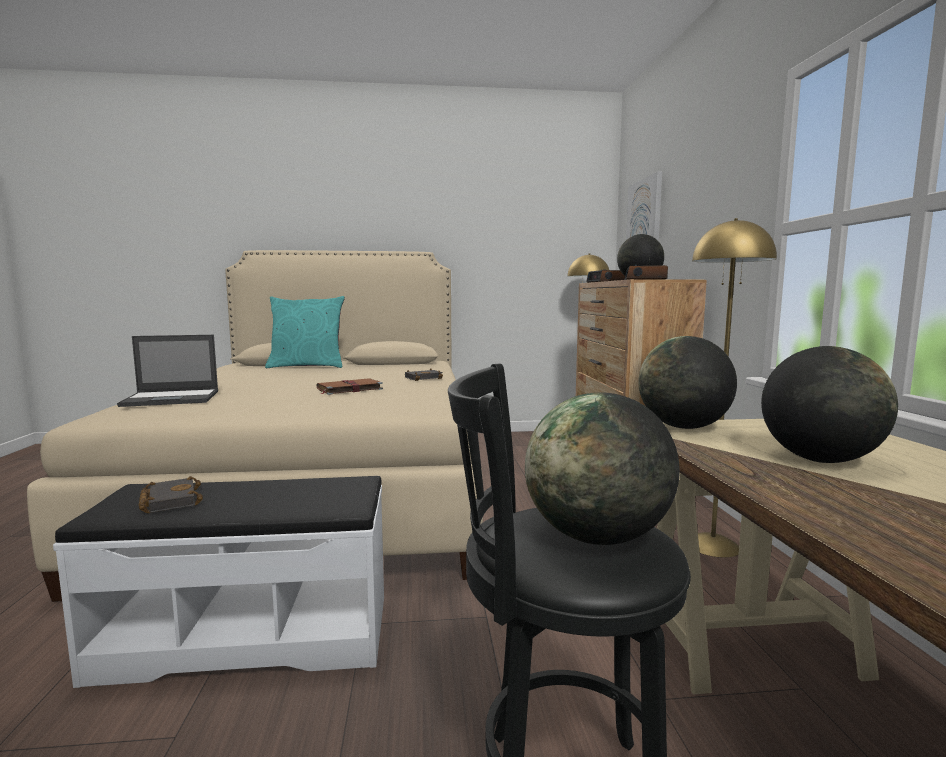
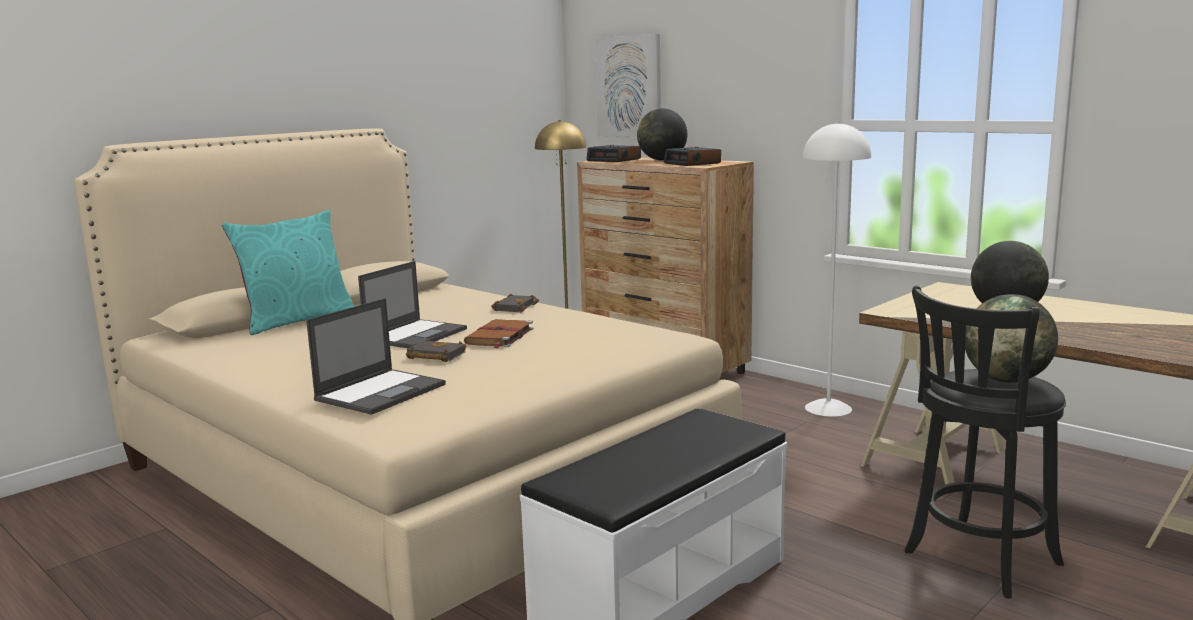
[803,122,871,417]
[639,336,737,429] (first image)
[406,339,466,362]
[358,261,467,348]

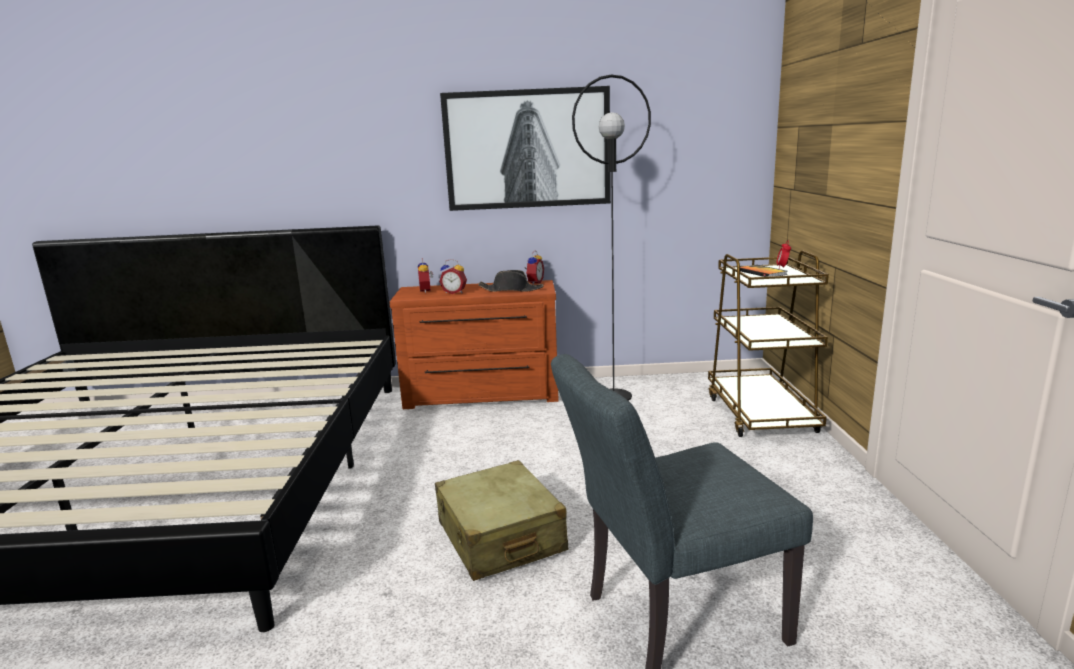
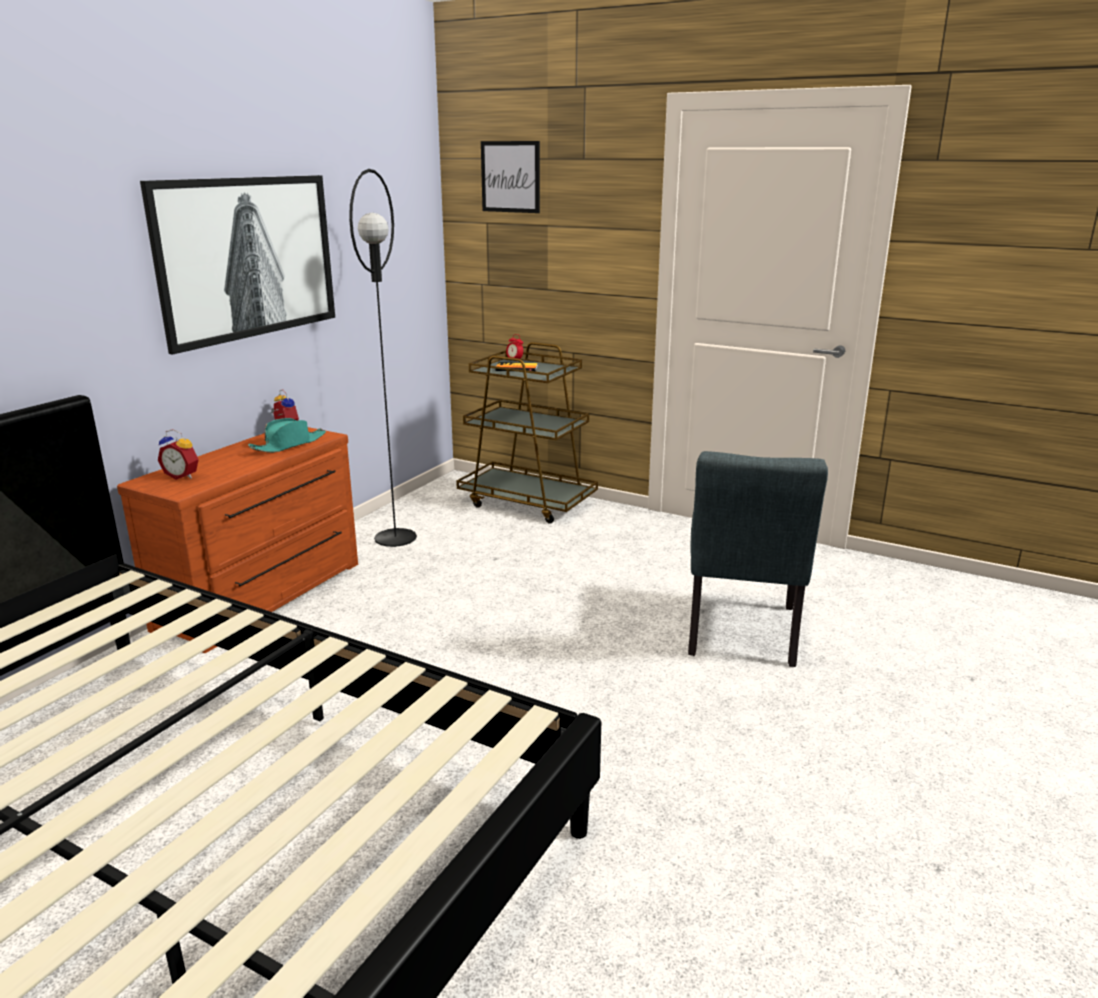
[439,259,467,294] (first image)
[248,418,326,453]
[435,460,568,581] (first image)
[481,141,540,213]

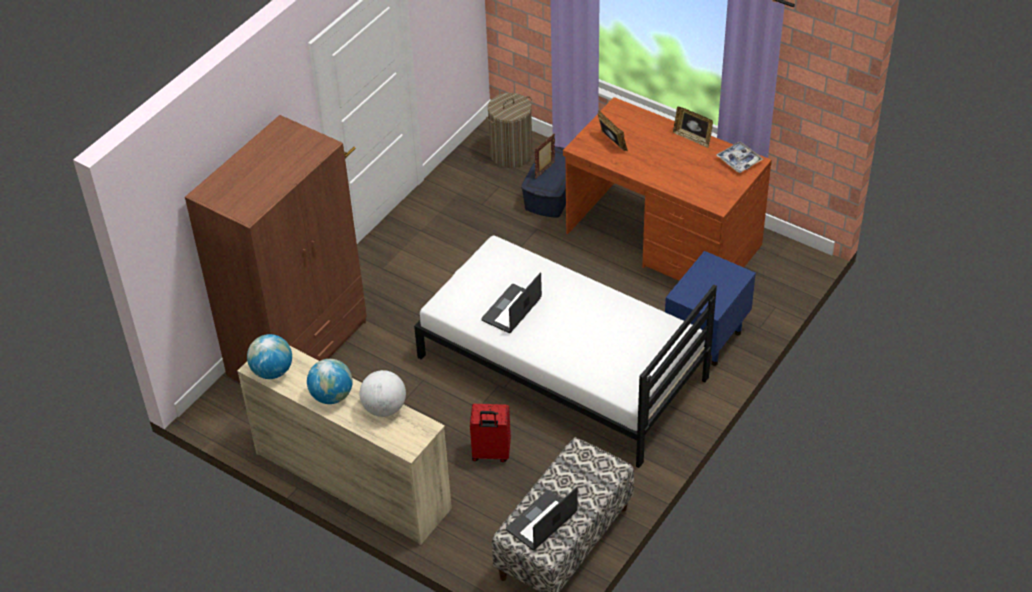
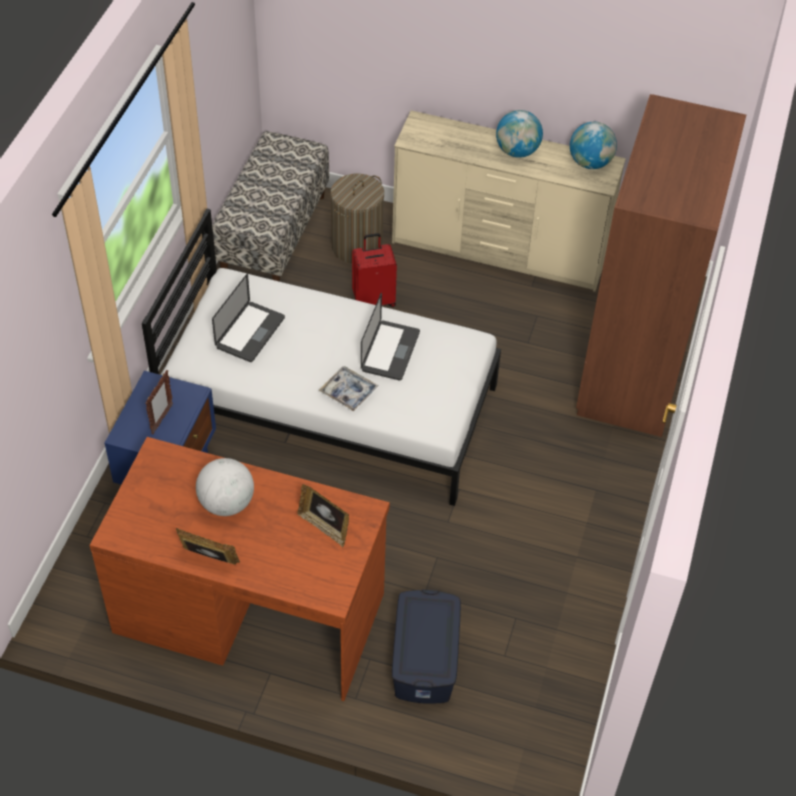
[331,174,384,264]
[145,370,173,434]
[319,366,378,412]
[196,458,254,516]
[212,274,285,362]

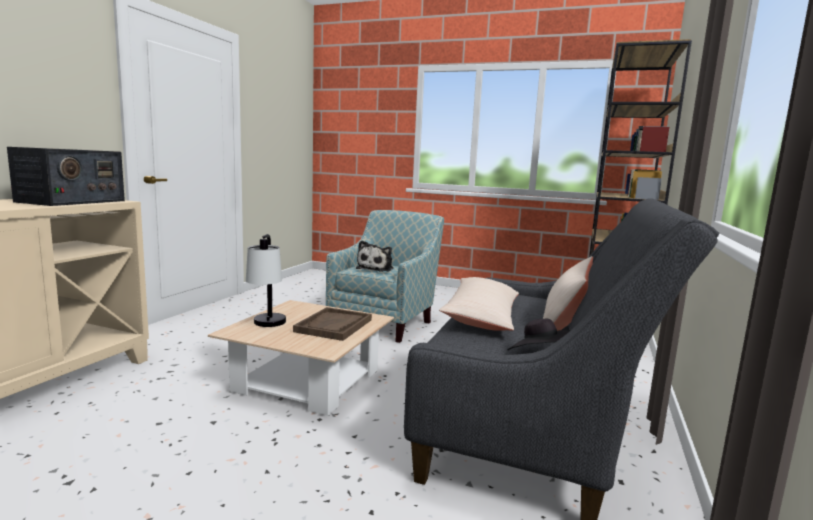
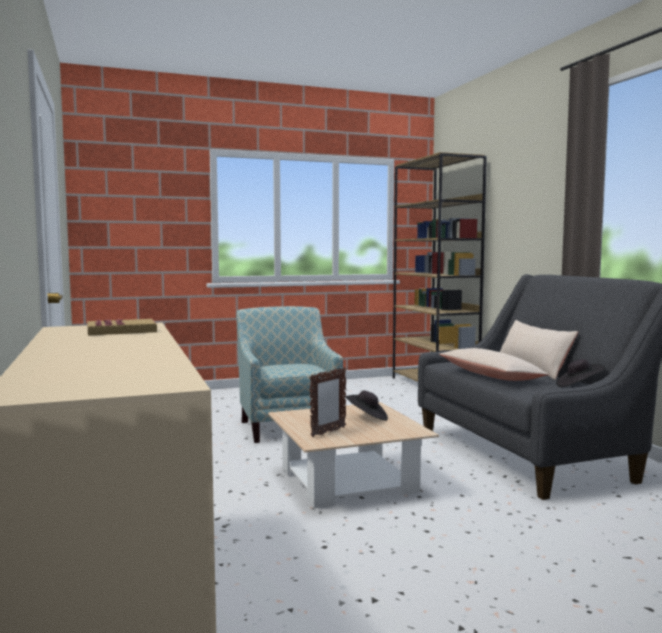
[87,319,157,336]
[309,367,346,437]
[356,241,394,272] (first image)
[345,390,388,421]

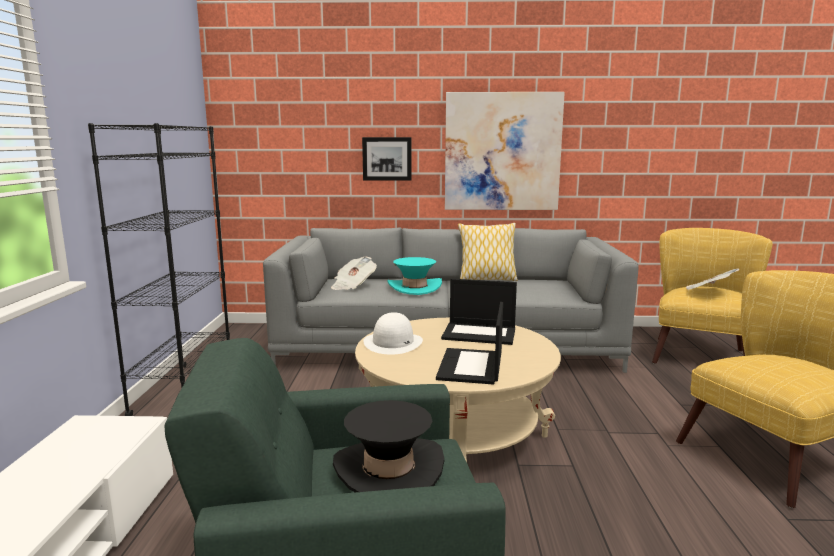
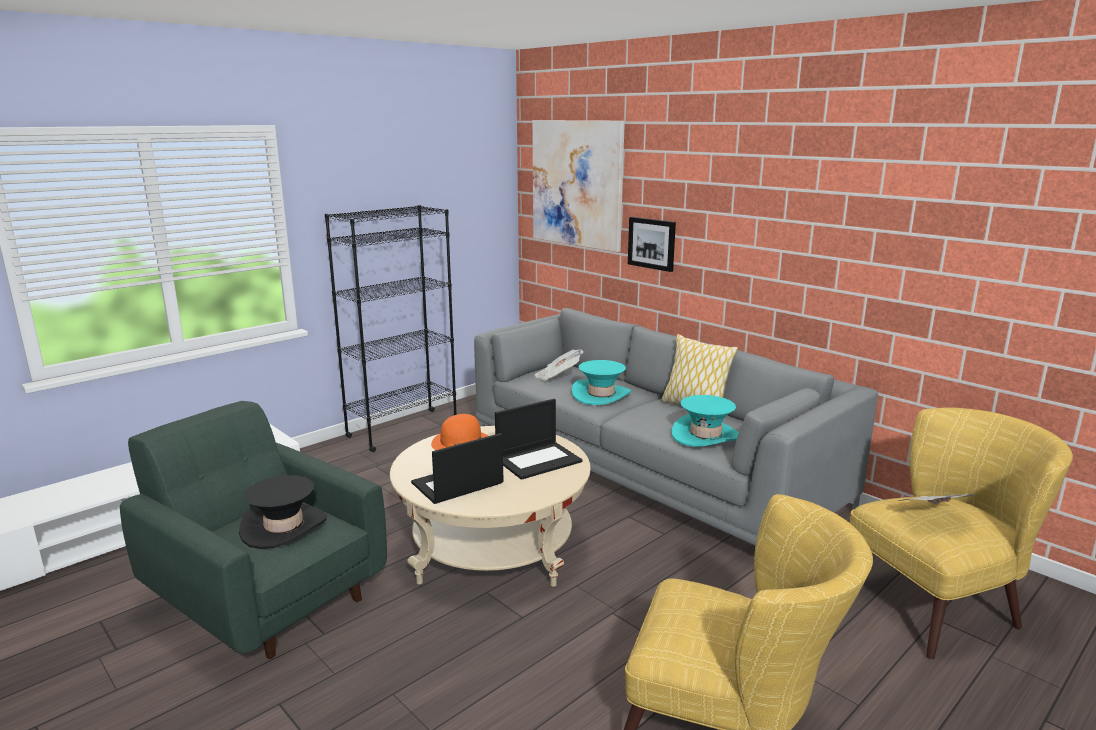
[533,120,625,252]
[495,399,583,480]
[431,414,488,450]
[671,395,739,447]

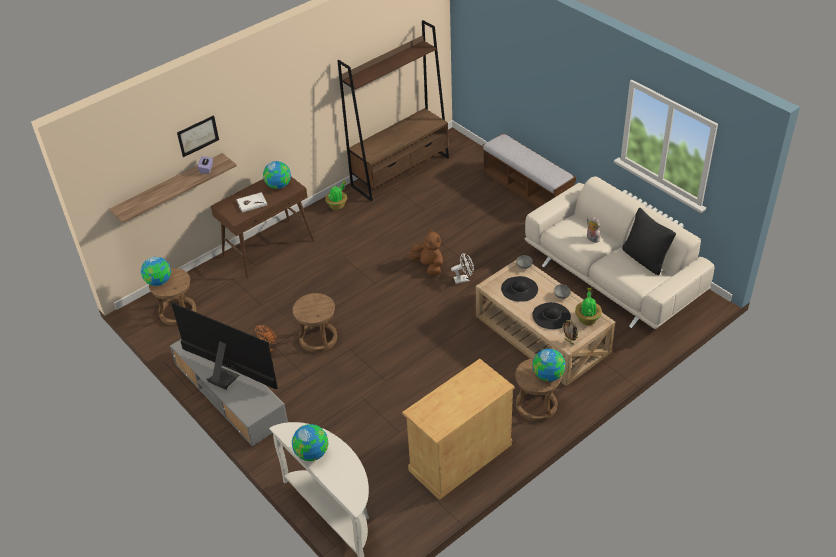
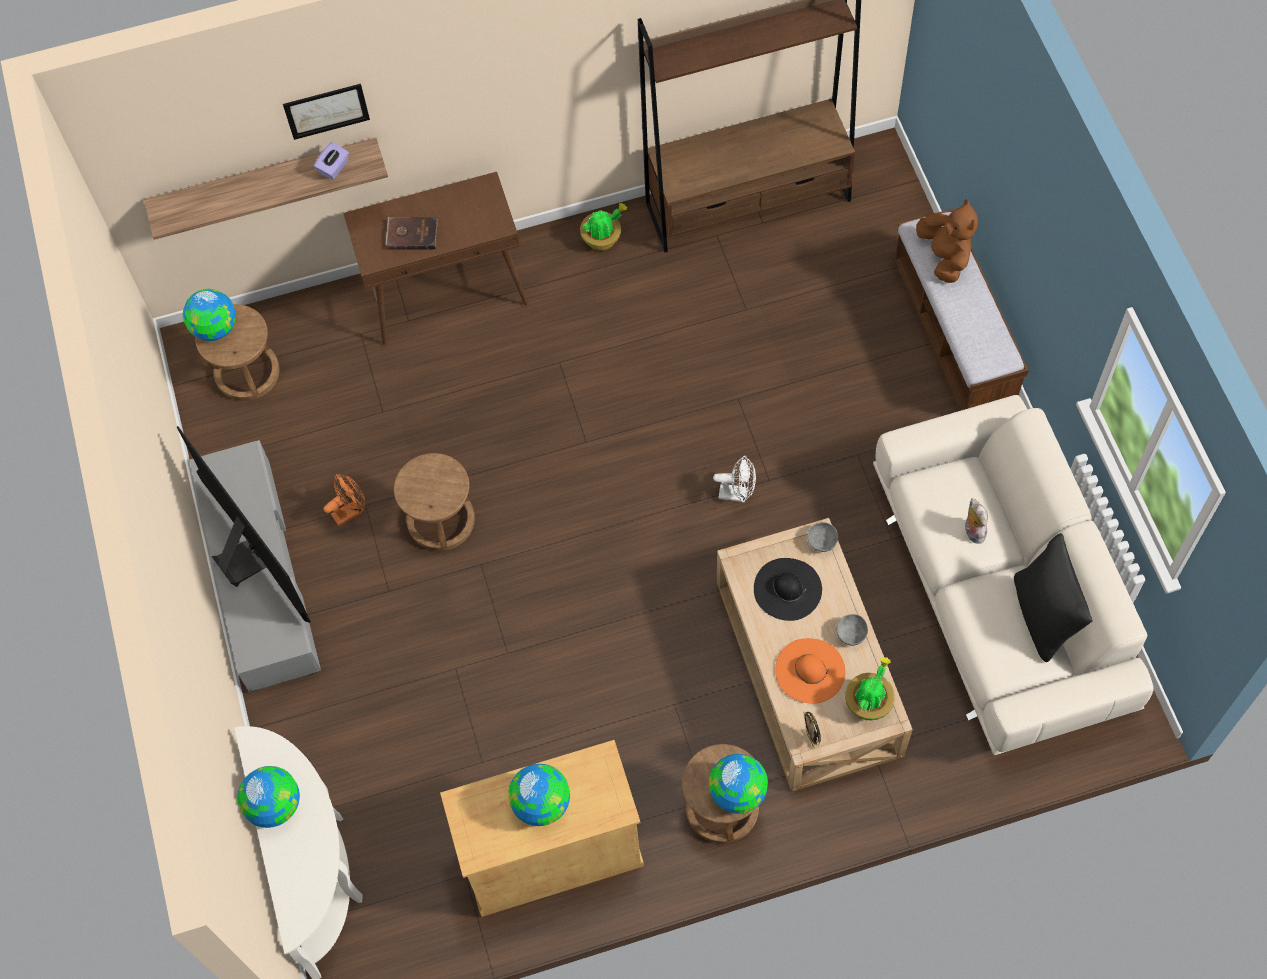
[508,764,570,826]
[386,217,438,250]
[916,199,978,283]
[775,638,845,704]

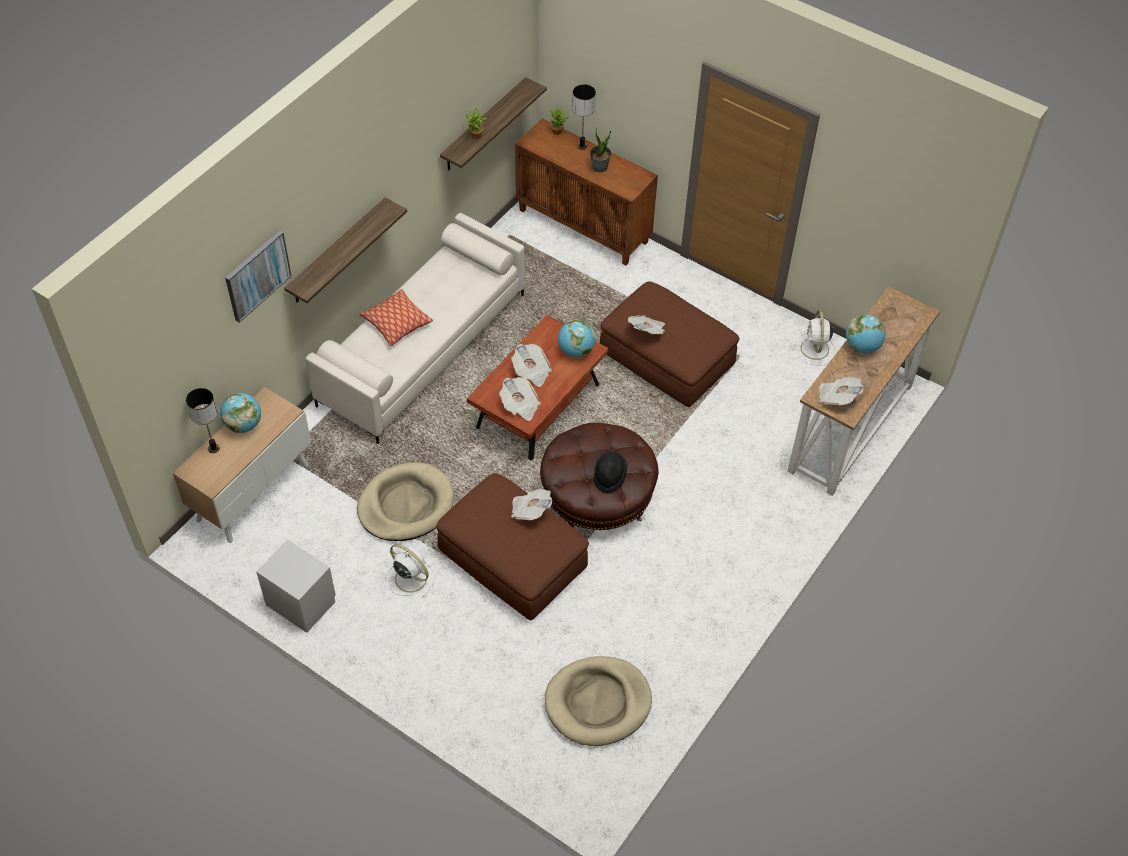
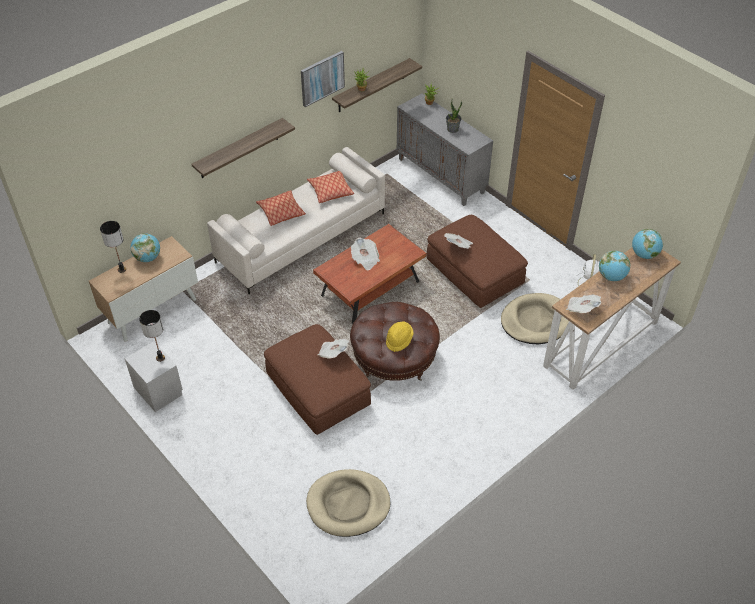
[139,310,165,362]
[397,94,493,206]
[301,51,345,107]
[632,229,663,259]
[499,377,541,421] (first image)
[386,322,414,352]
[501,293,569,344]
[386,544,435,598] (first image)
[307,171,354,203]

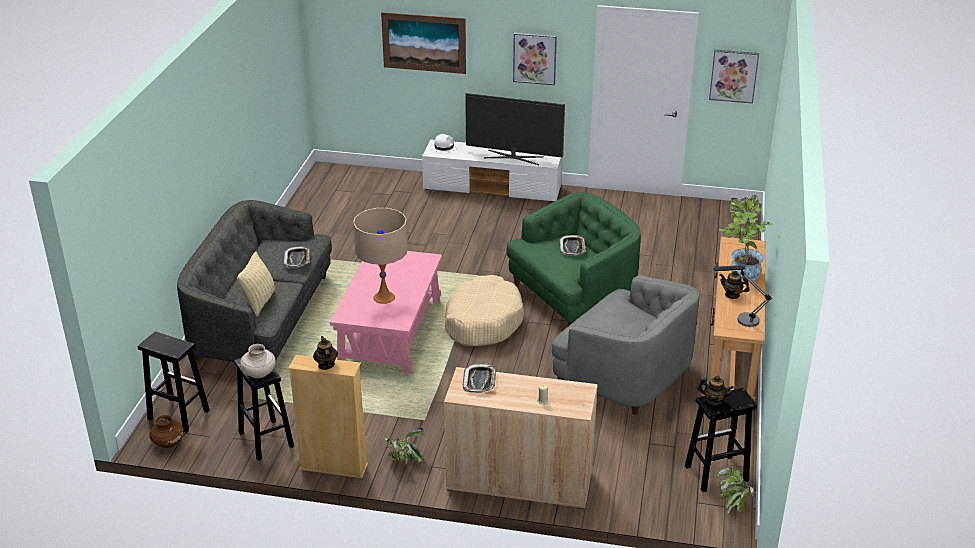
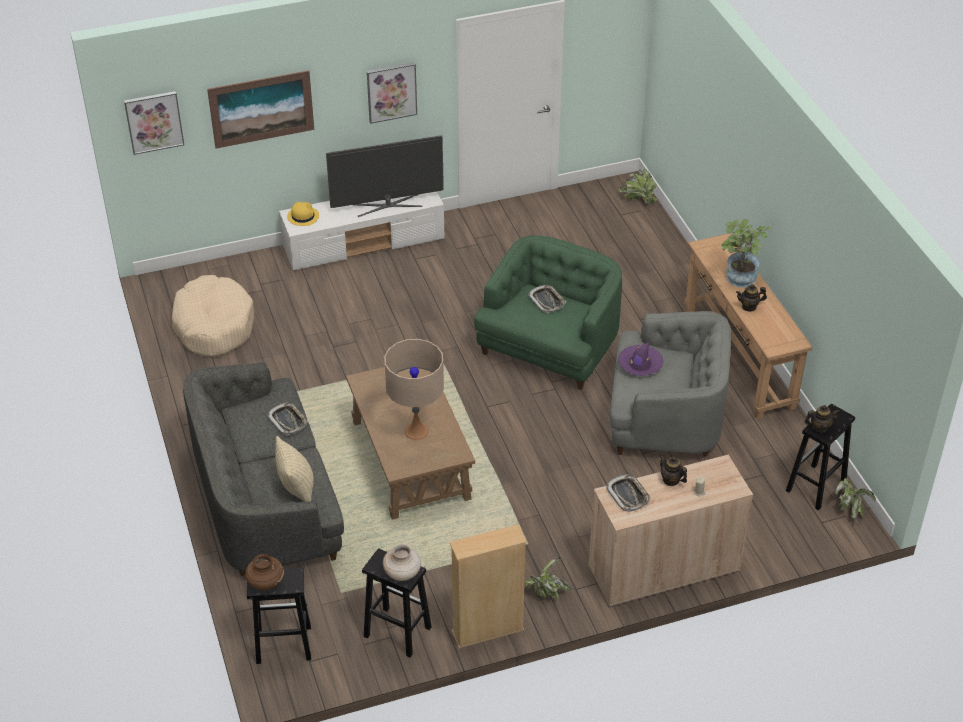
[124,91,184,155]
[287,202,319,226]
[346,367,475,520]
[713,265,772,327] (first image)
[172,275,254,357]
[659,455,687,486]
[245,554,284,590]
[618,342,663,376]

